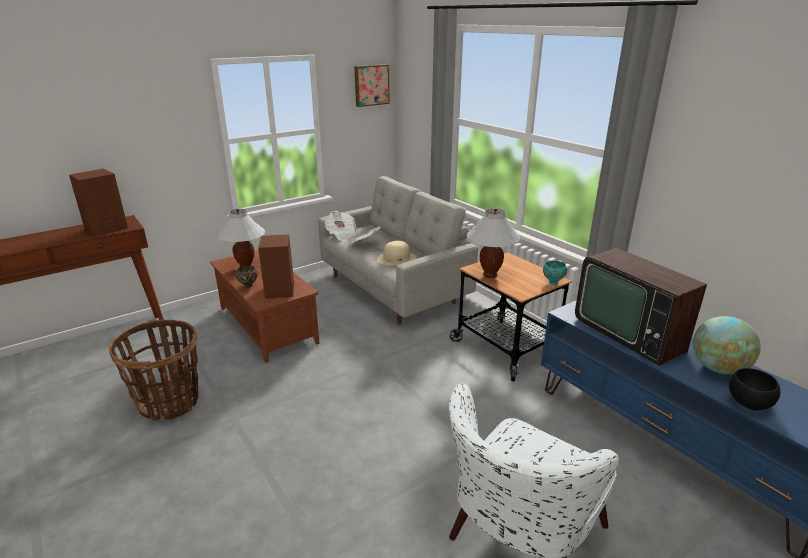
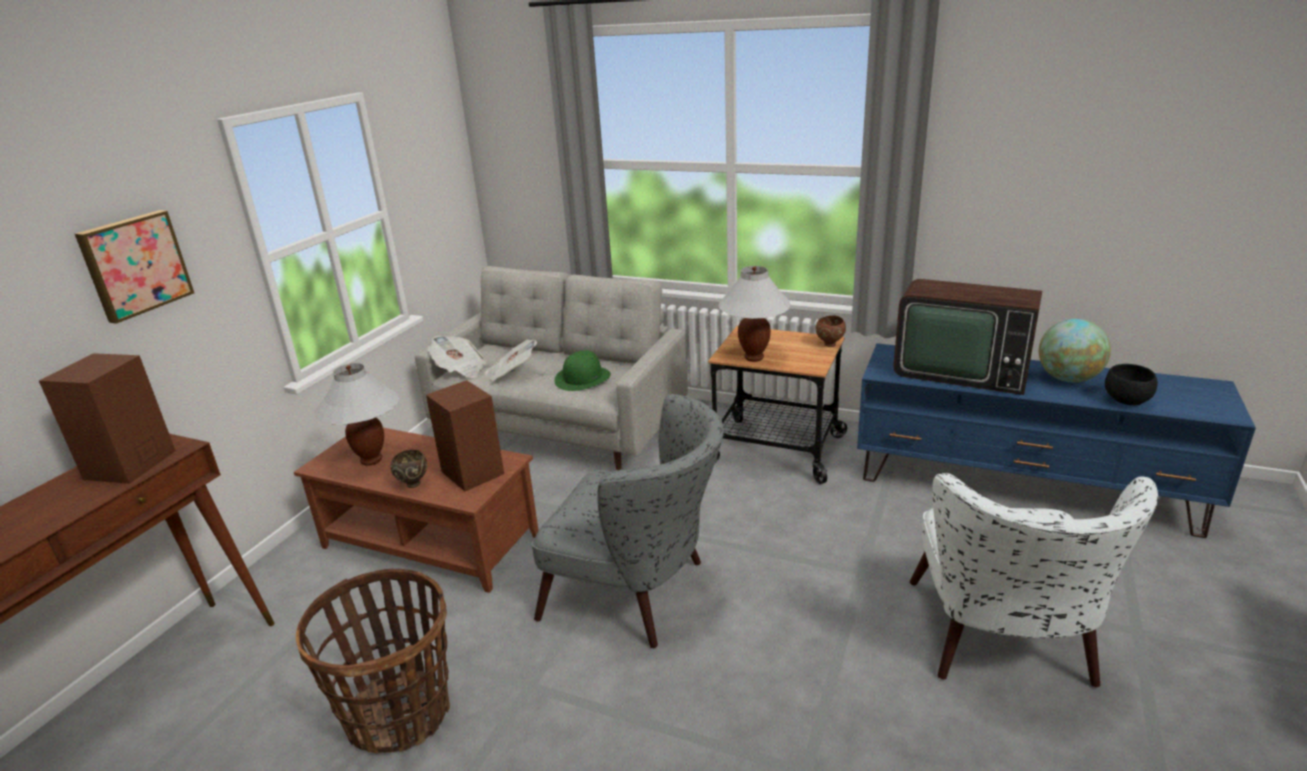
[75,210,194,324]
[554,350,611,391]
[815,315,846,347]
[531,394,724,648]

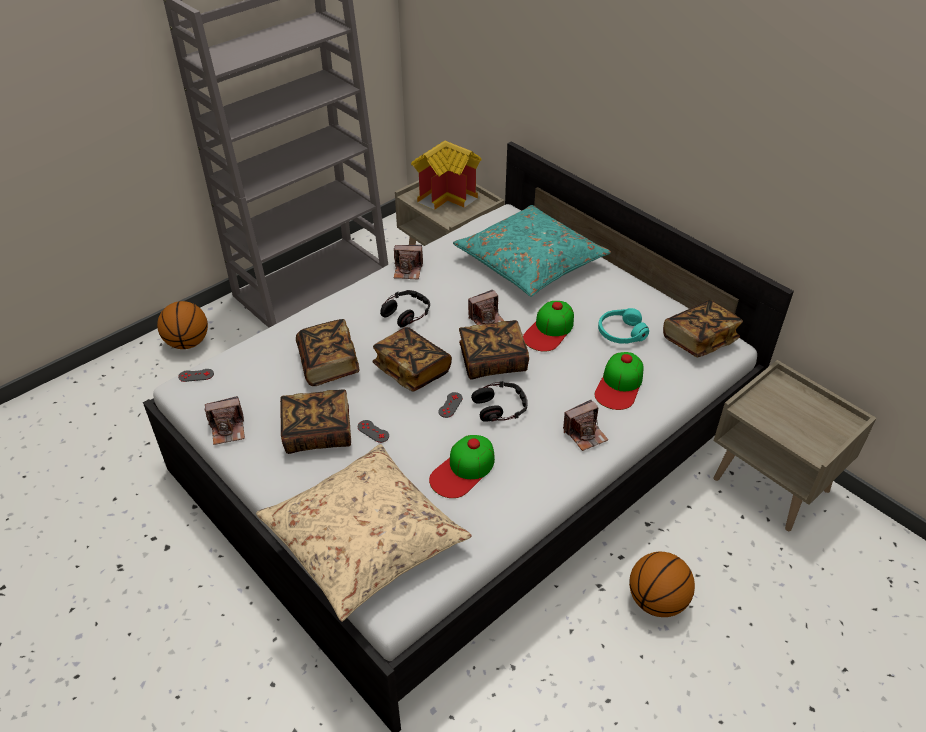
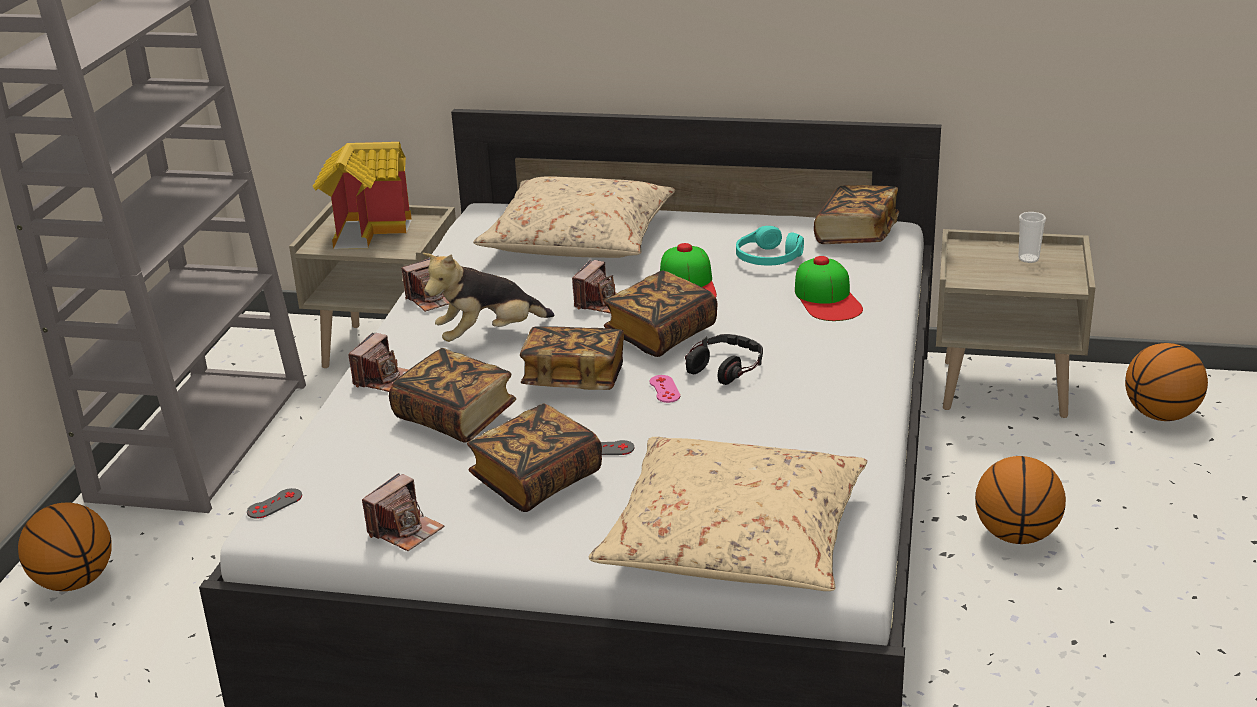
[473,176,675,258]
[422,253,555,342]
[650,375,680,403]
[348,333,409,392]
[429,435,495,498] (first image)
[1018,212,1046,263]
[1125,343,1208,421]

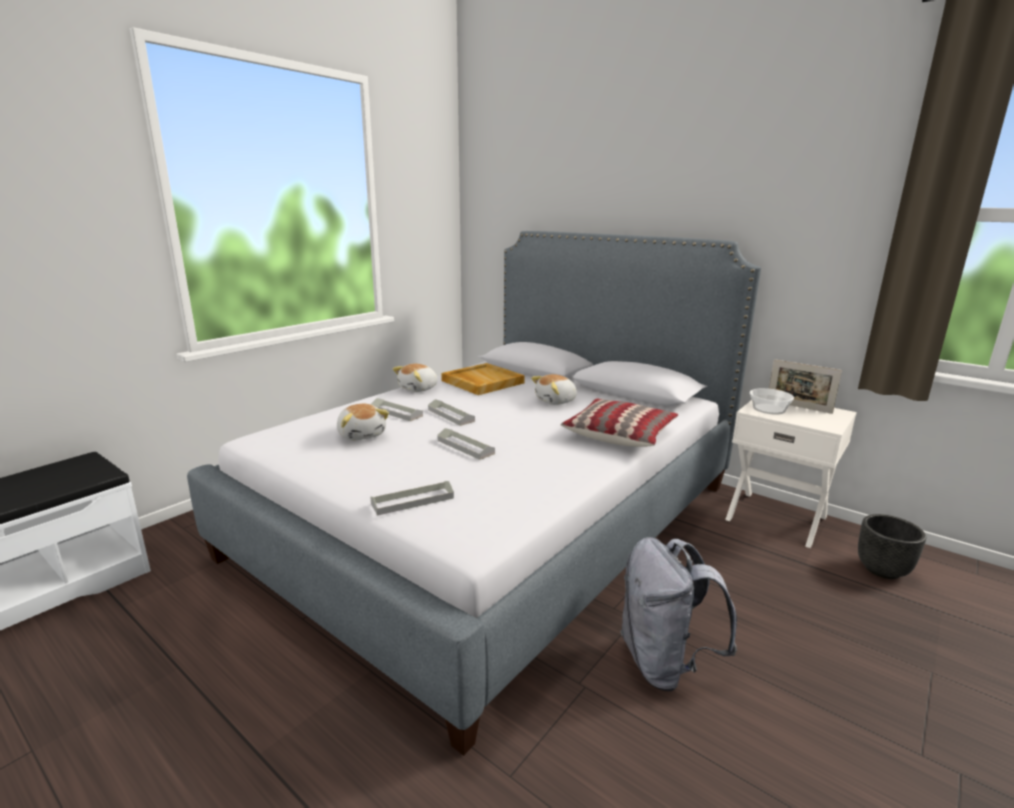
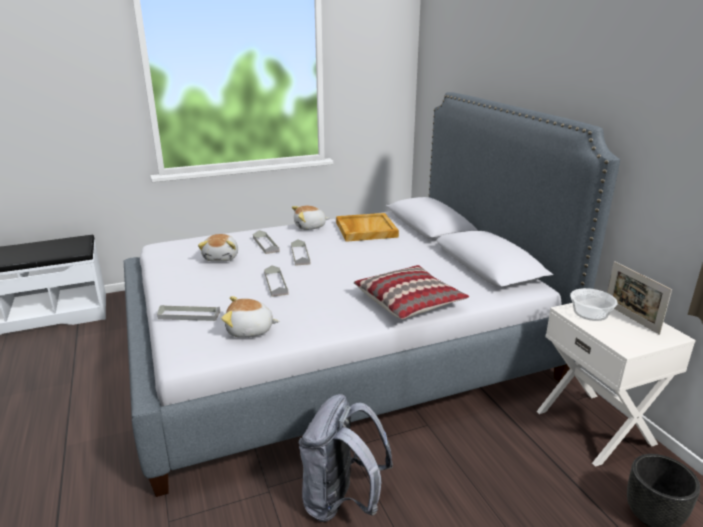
[222,296,279,338]

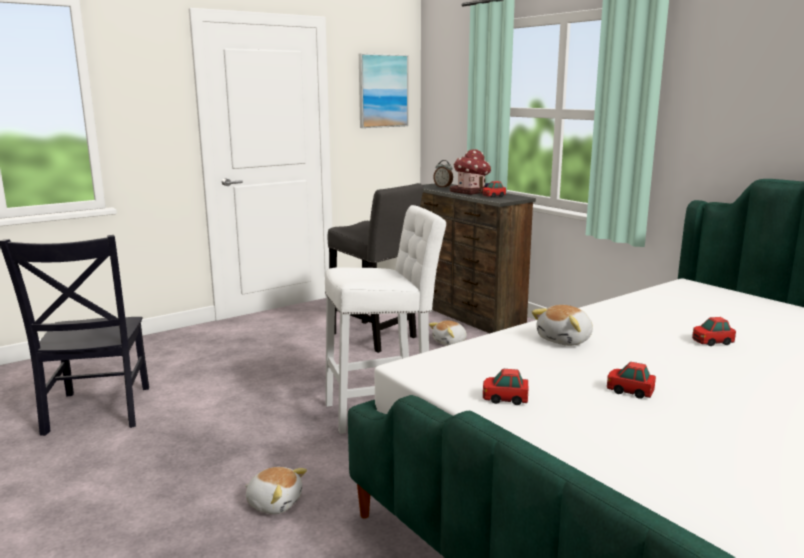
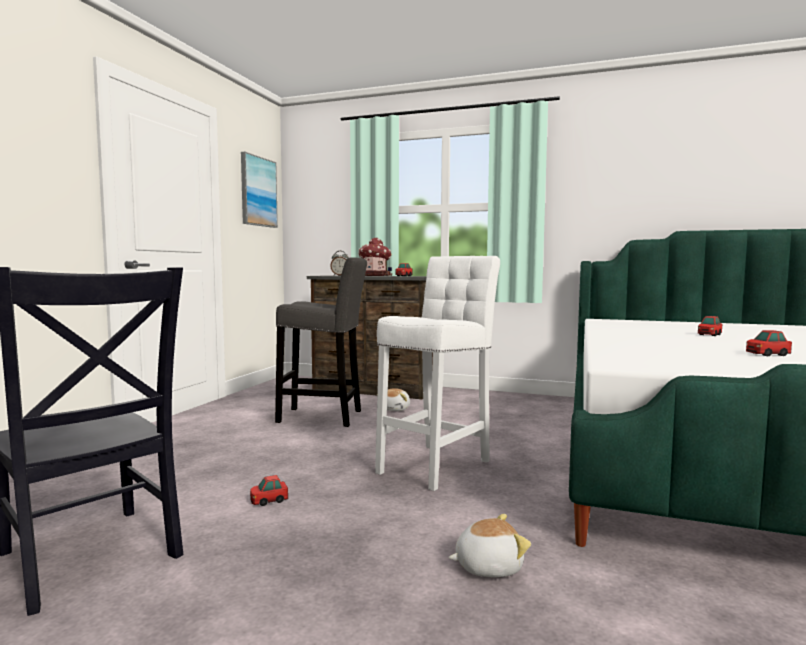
[532,305,593,346] (first image)
[250,475,288,506]

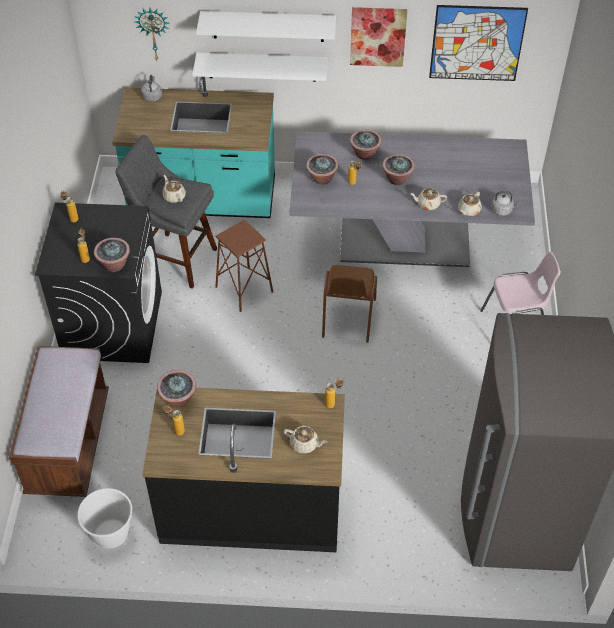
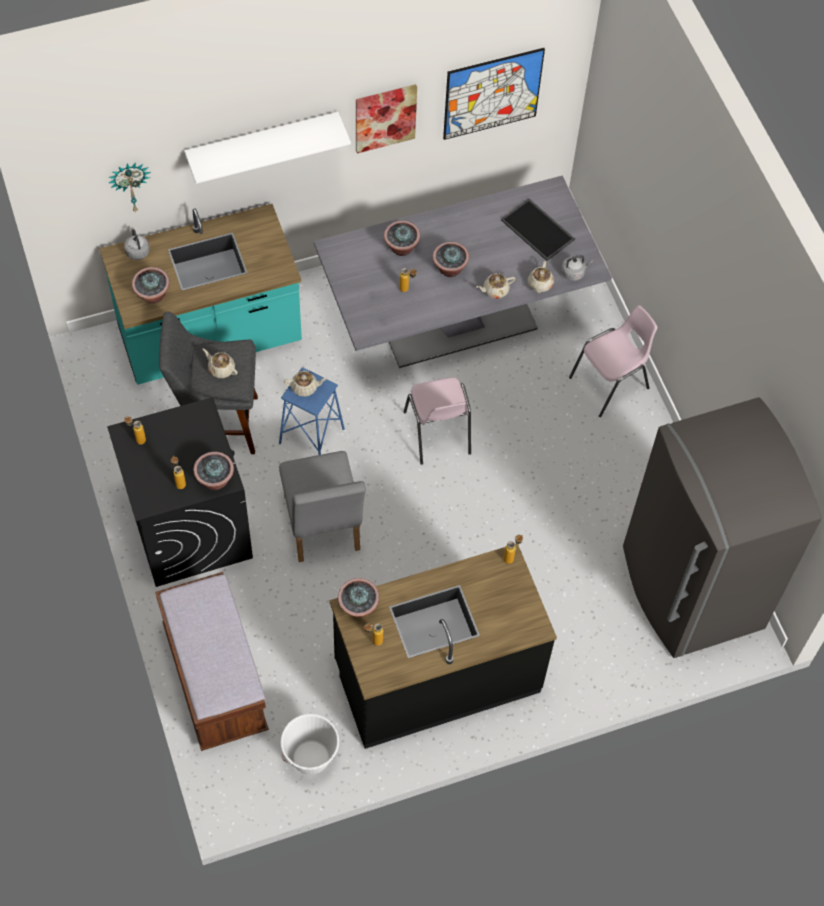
[192,53,328,82] (first image)
[132,267,170,304]
[279,367,345,455]
[404,377,471,465]
[284,371,327,397]
[501,199,575,261]
[279,451,366,562]

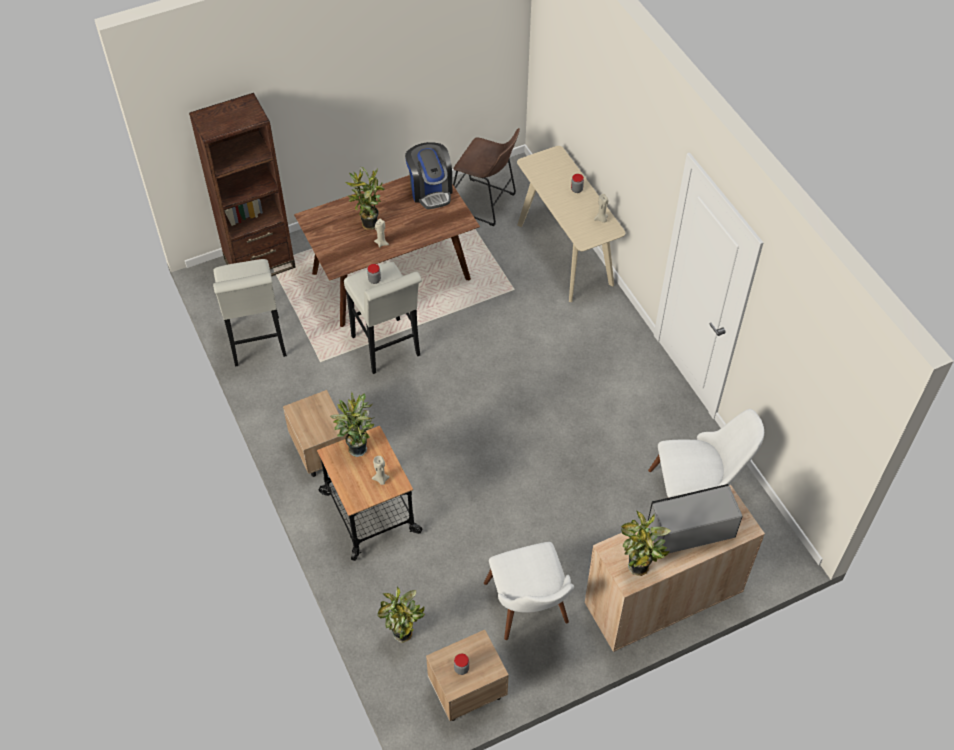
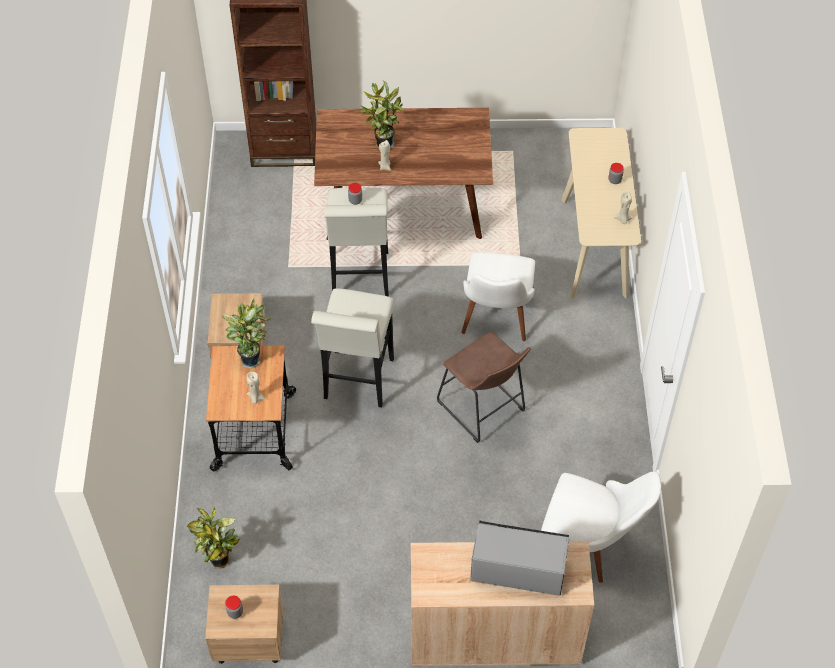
[437,332,531,443]
[405,142,452,209] (first image)
[311,288,394,408]
[621,510,671,576] (first image)
[461,252,535,341]

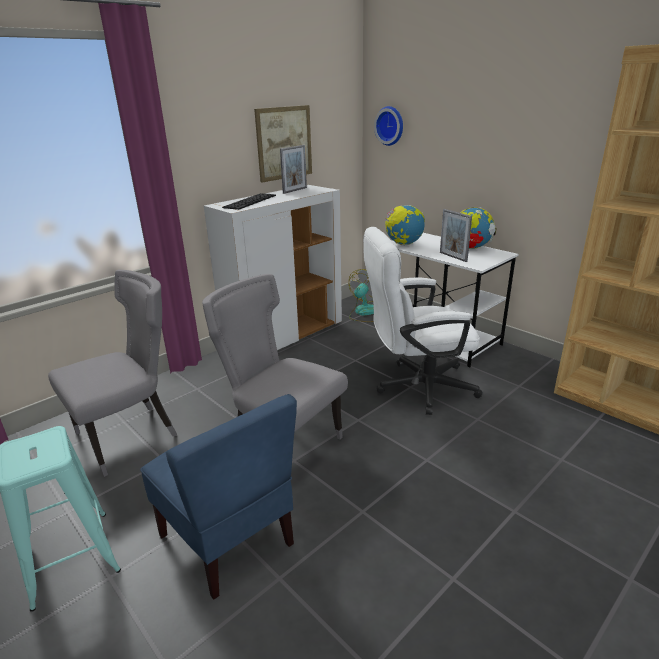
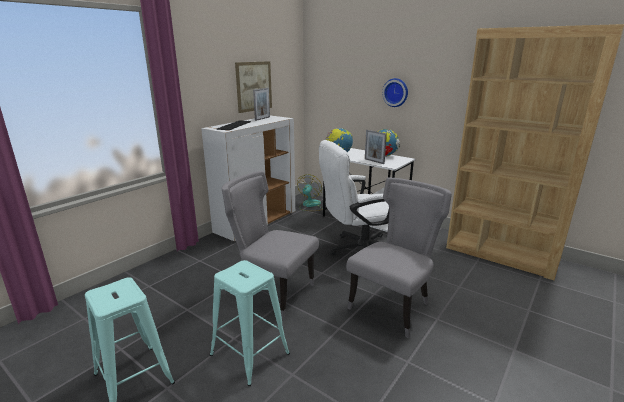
[382,78,408,107]
[346,178,452,339]
[210,260,290,386]

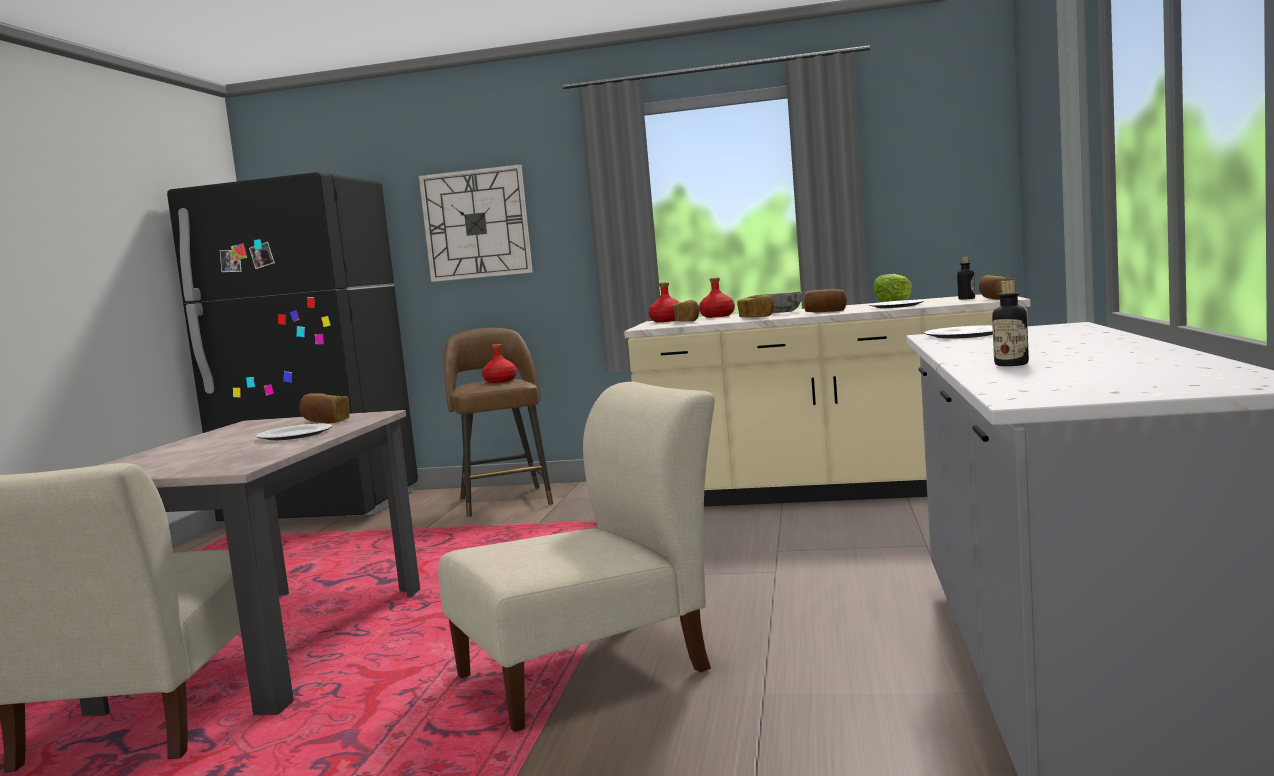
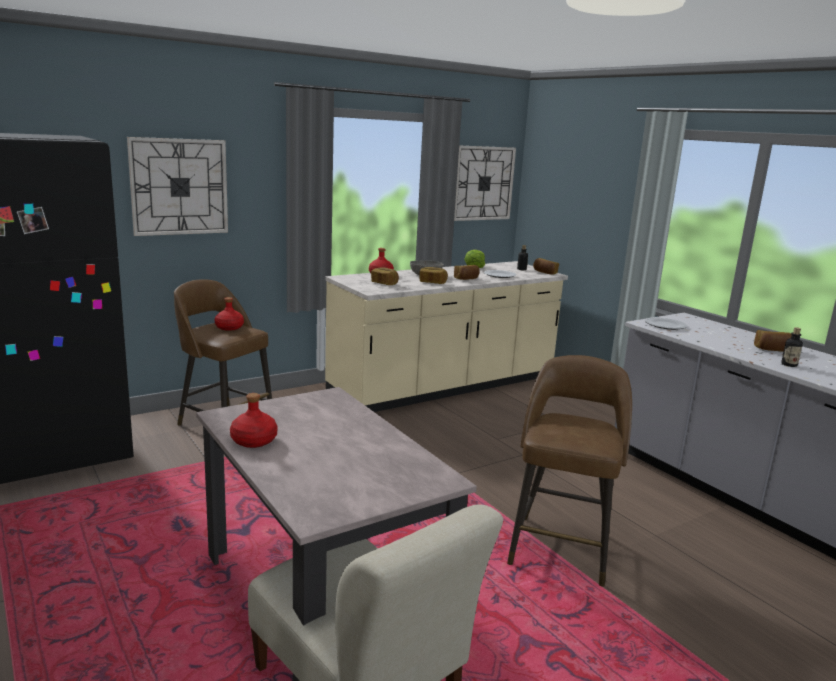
[230,393,277,448]
[507,355,632,587]
[754,330,792,351]
[256,424,332,440] (first image)
[454,145,516,221]

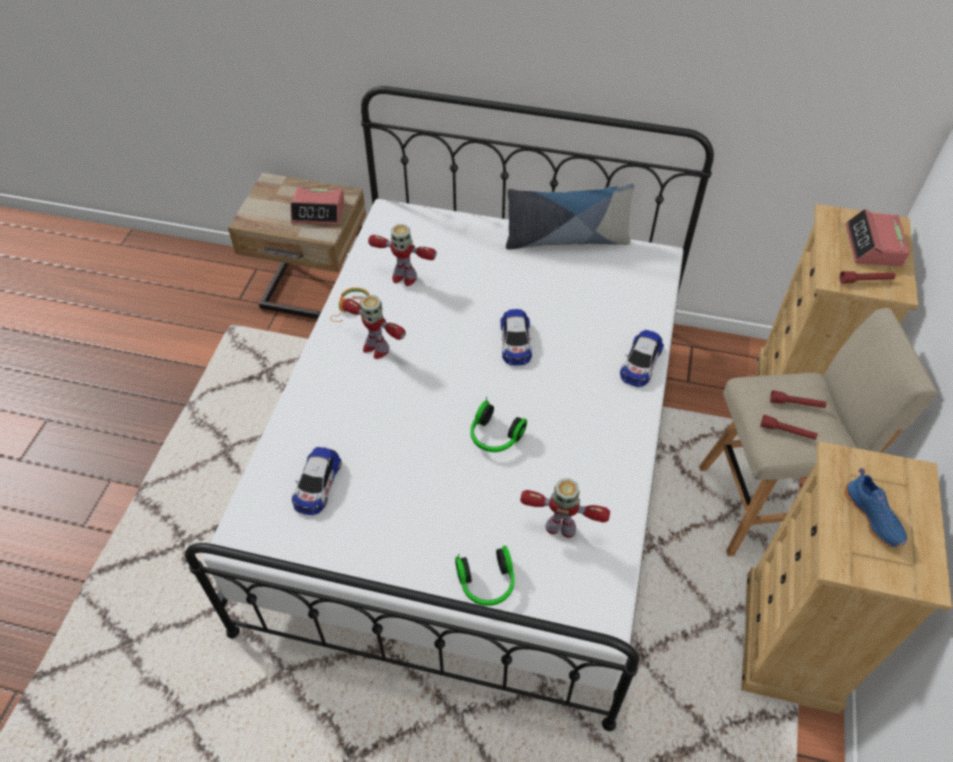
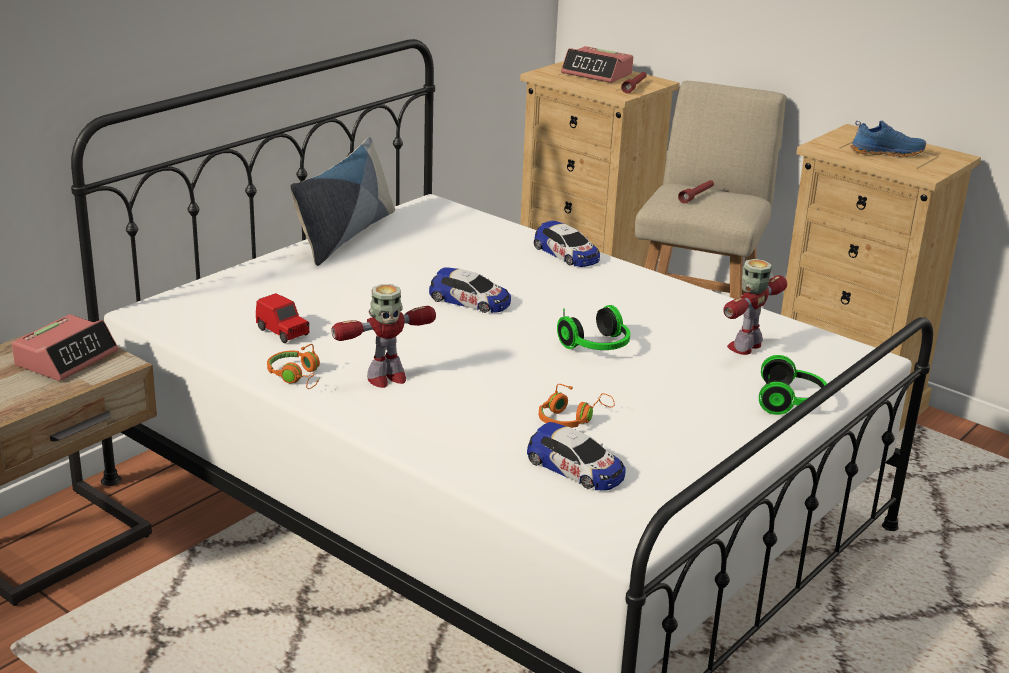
[256,293,310,343]
[760,415,818,440] (first image)
[539,384,615,428]

